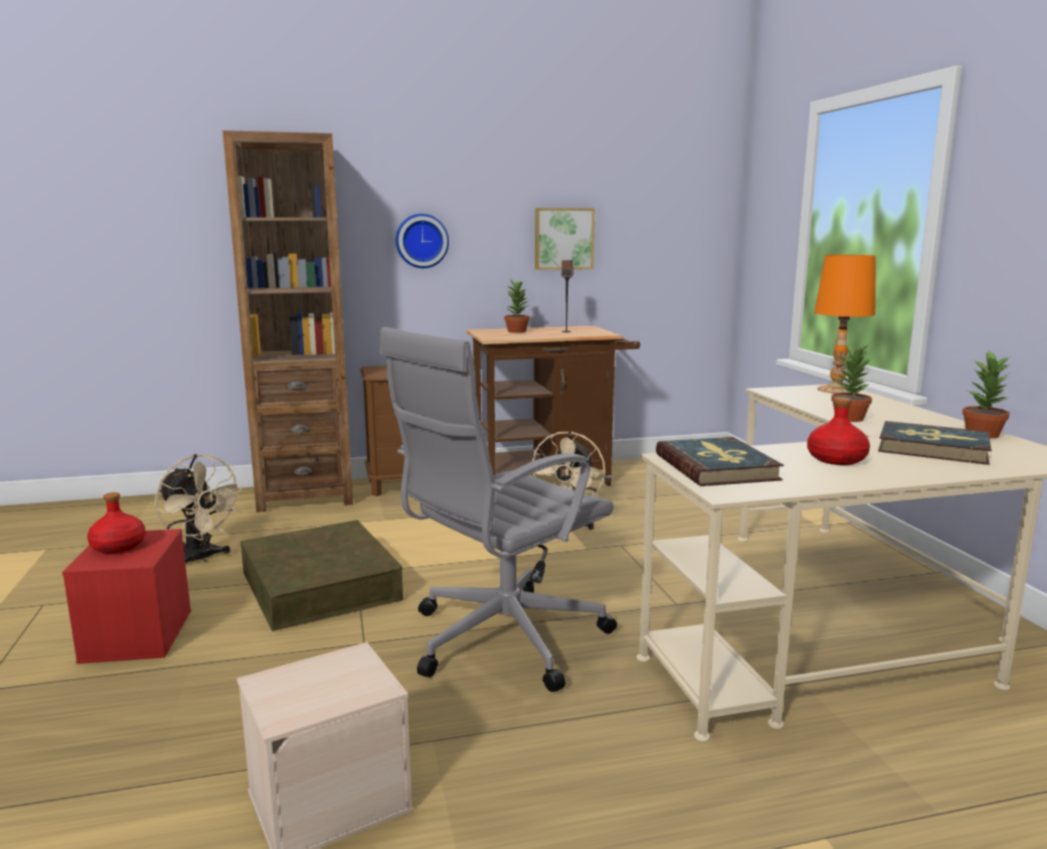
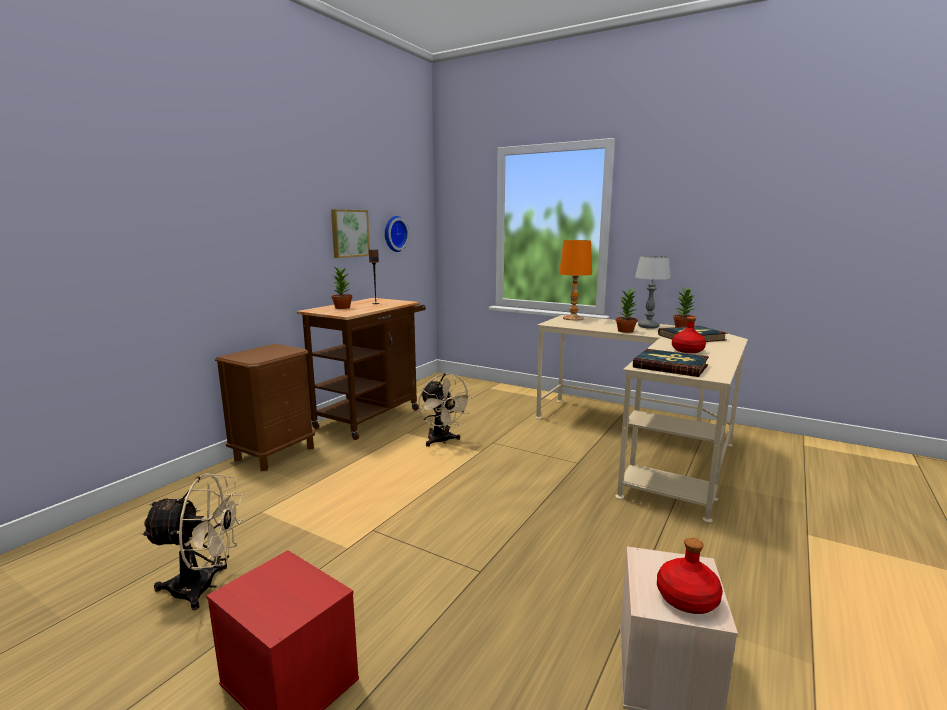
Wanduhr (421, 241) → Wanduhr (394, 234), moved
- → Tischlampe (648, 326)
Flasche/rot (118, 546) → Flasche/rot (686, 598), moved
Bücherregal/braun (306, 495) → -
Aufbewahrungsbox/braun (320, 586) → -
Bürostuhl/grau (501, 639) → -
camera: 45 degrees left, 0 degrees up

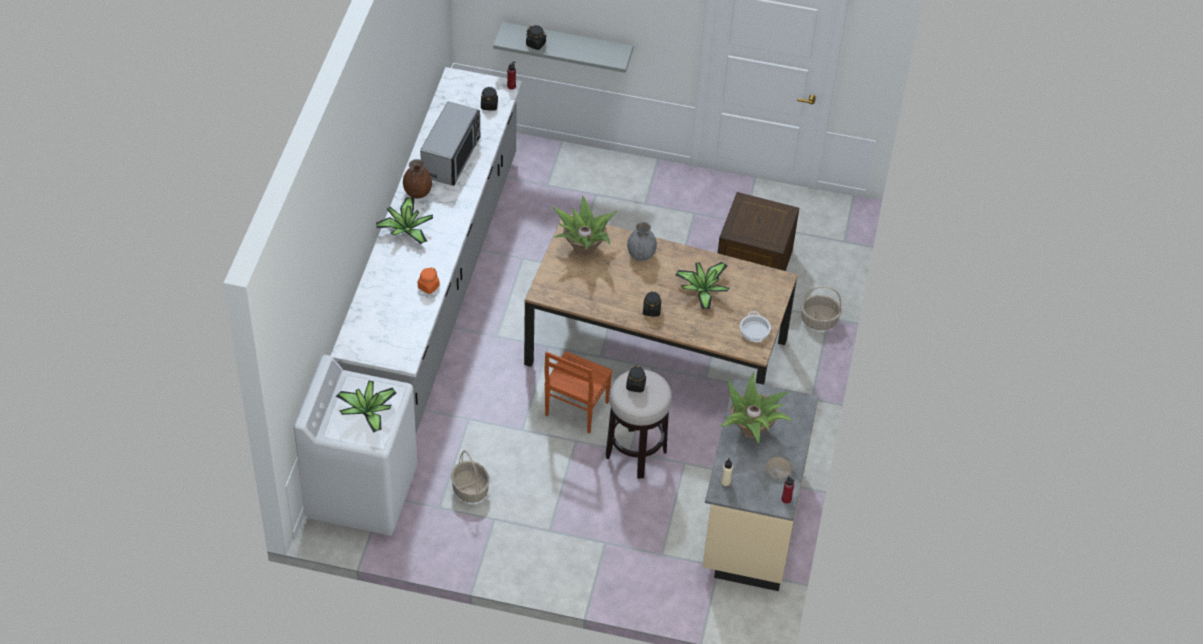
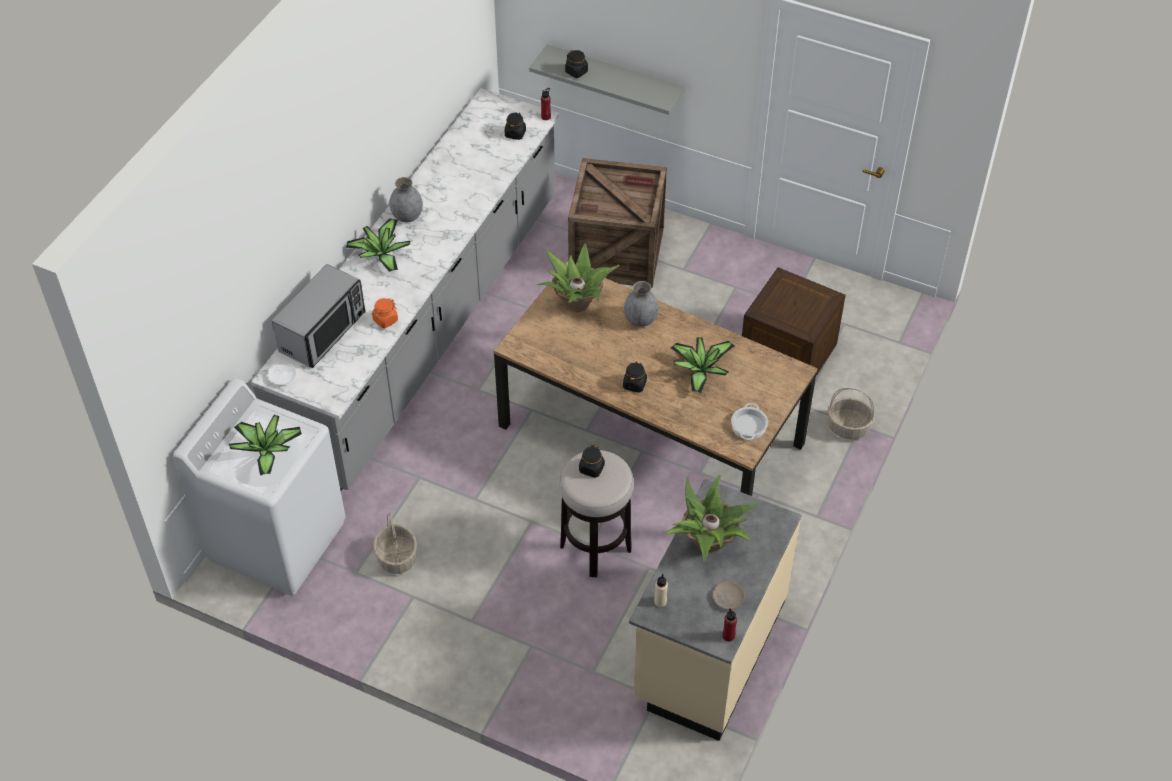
- → Teller/weiß (282, 376)
Mikrowelle (451, 157) → Mikrowelle (323, 332), moved
Vase/braun (417, 192) → Vase/grau (407, 216)
- → Kiste (618, 251)
Stuhl/braun (575, 409) → -
camera: 15 degrees right, 0 degrees up

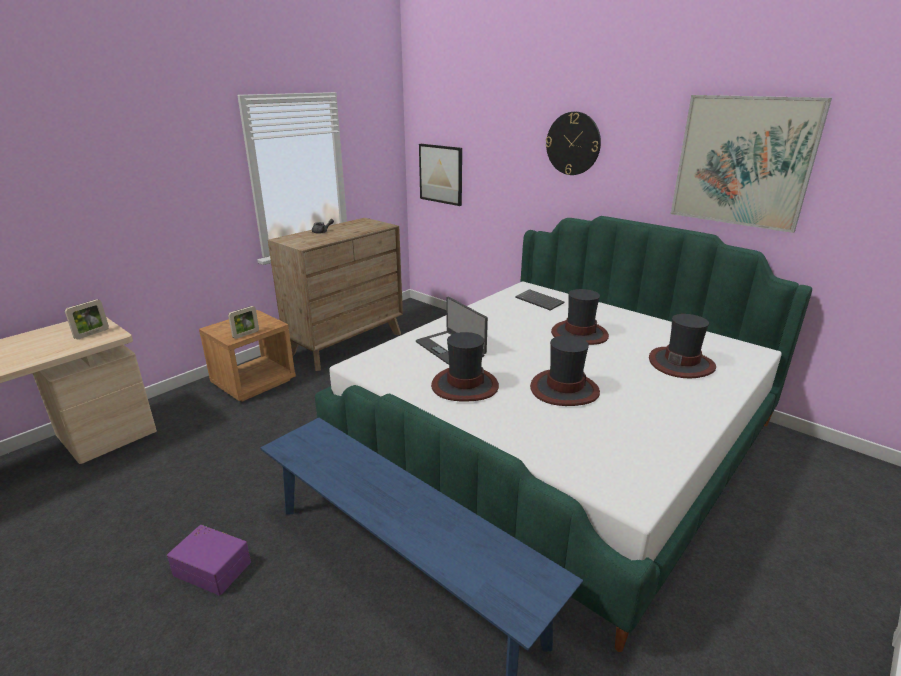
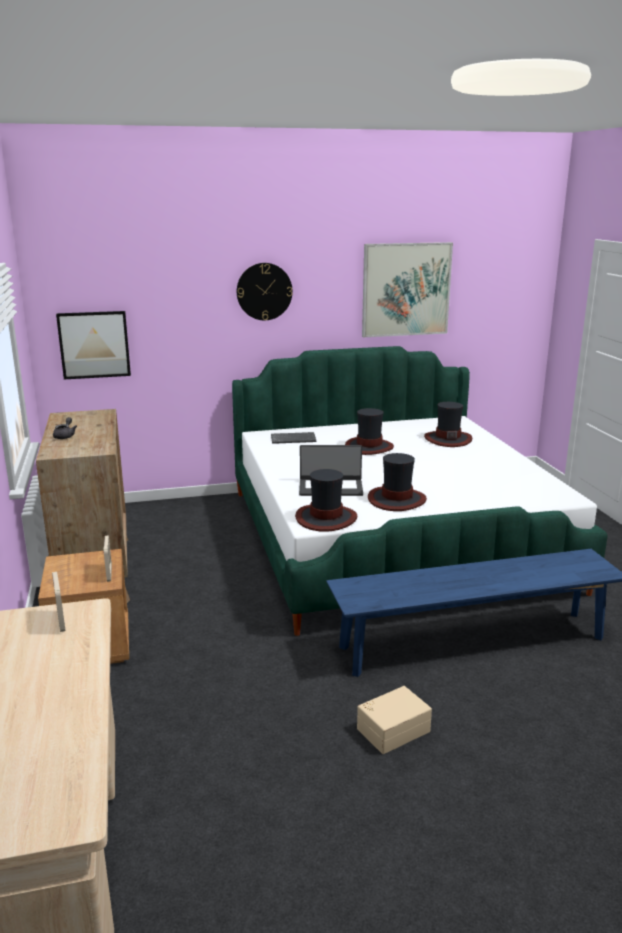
Hut (564, 389) → Hut (326, 518), moved
Aufbewahrungsbox/lila (213, 567) → Aufbewahrungsbox/beige (392, 729)
camera: 55 degrees left, 5 degrees down

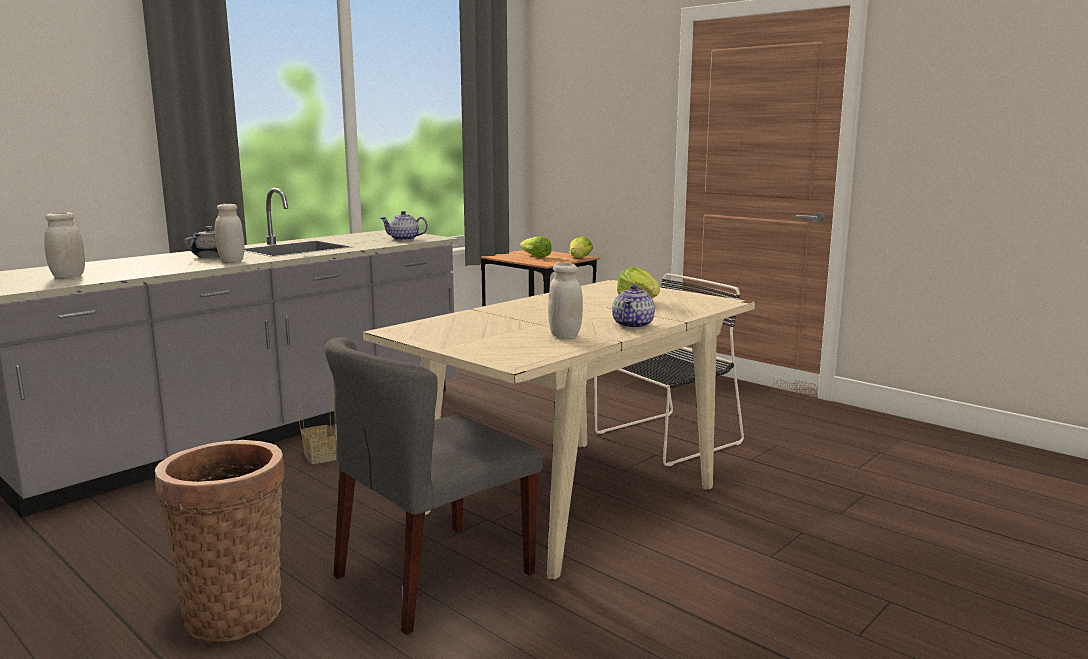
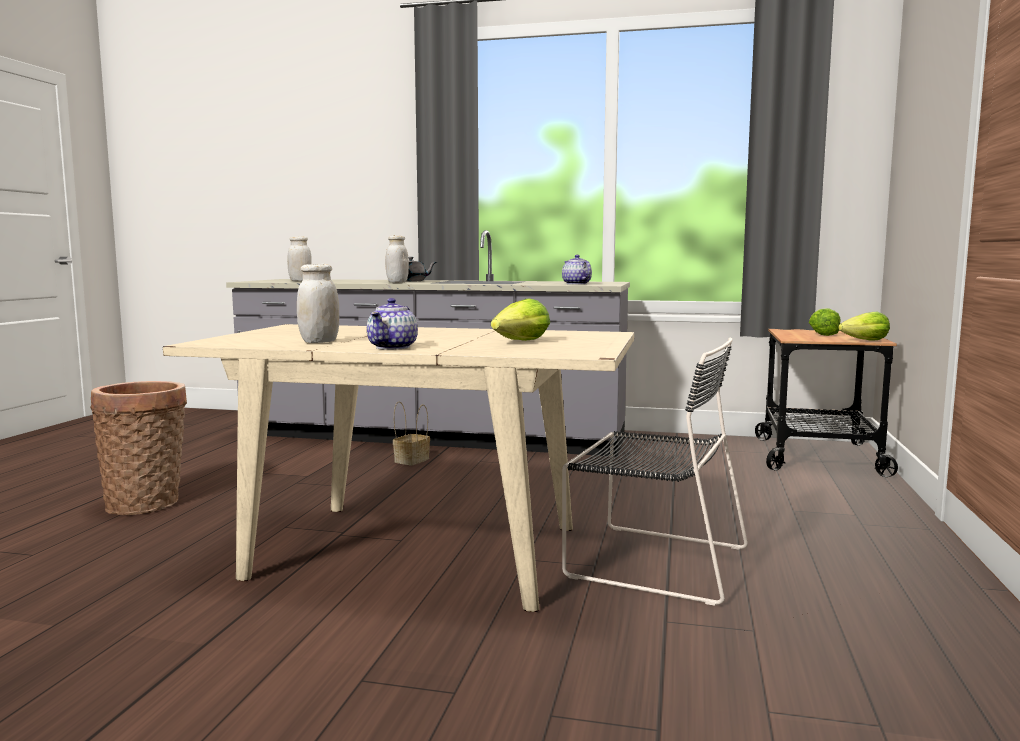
Teekanne (633, 325) → Teekanne (393, 347), 60 degrees counterclockwise
Stuhl/grau (434, 576) → -
camera: 60 degrees right, 5 degrees down

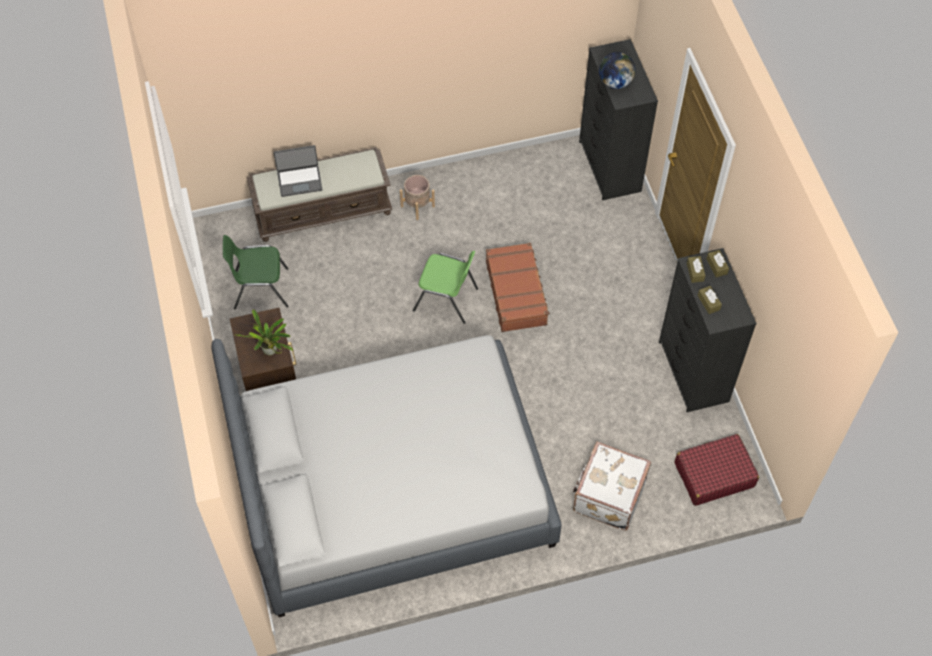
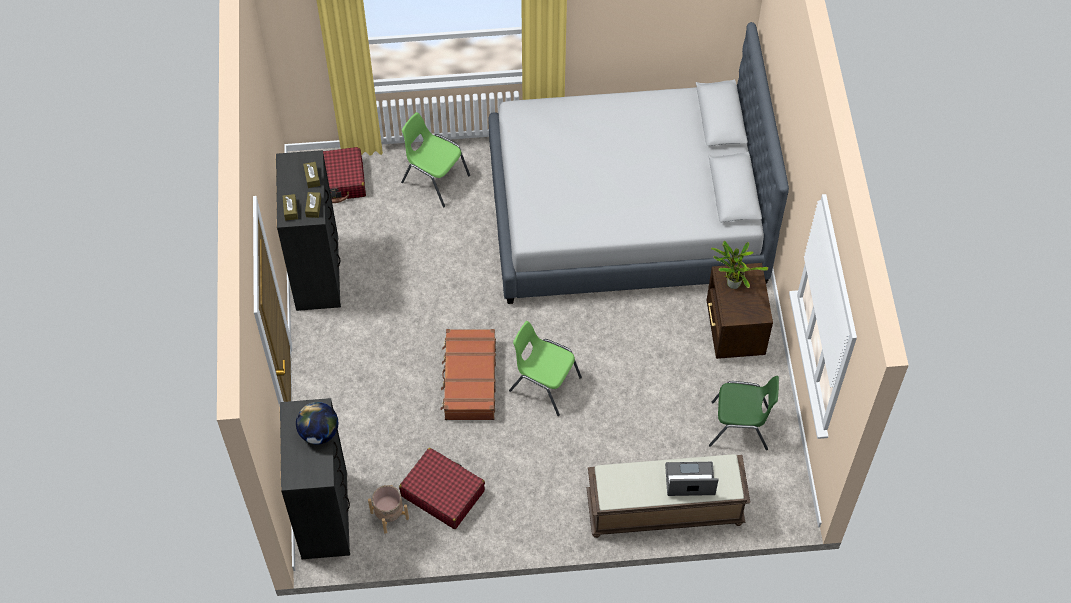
Pflanzkübel/beige (417, 206) → Pflanzkübel/beige (389, 515), moved
- → Koffer/rot (442, 493)
Koffer/weiß (607, 496) → Stuhl/grün (434, 178)
camera: 170 degrees left, 0 degrees up

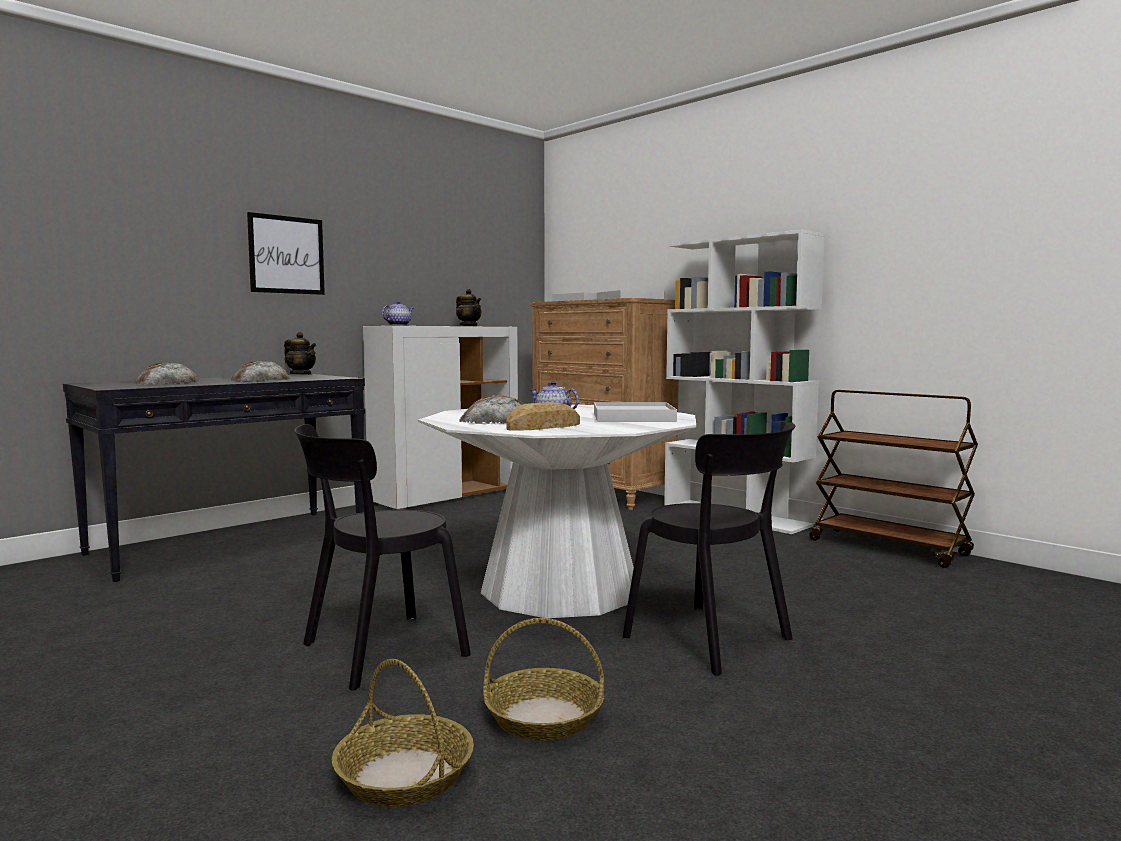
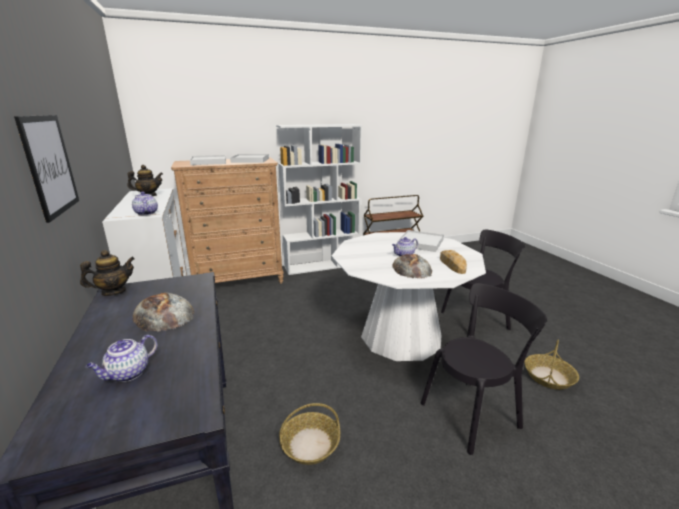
Brot (167, 382) → Teekanne (128, 374)
Korb (403, 775) → Korb (310, 444), moved
Stuhl/schwarz (377, 652) → Stuhl/schwarz (473, 413), 105 degrees counterclockwise
camera: 65 degrees left, 15 degrees up

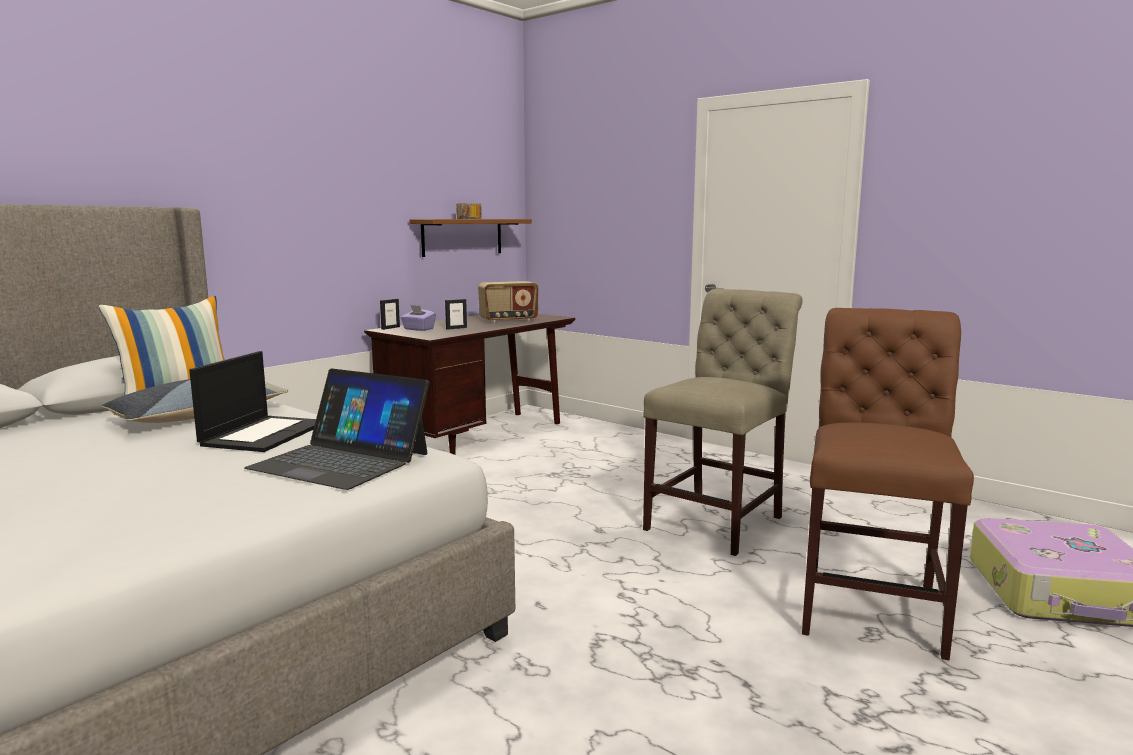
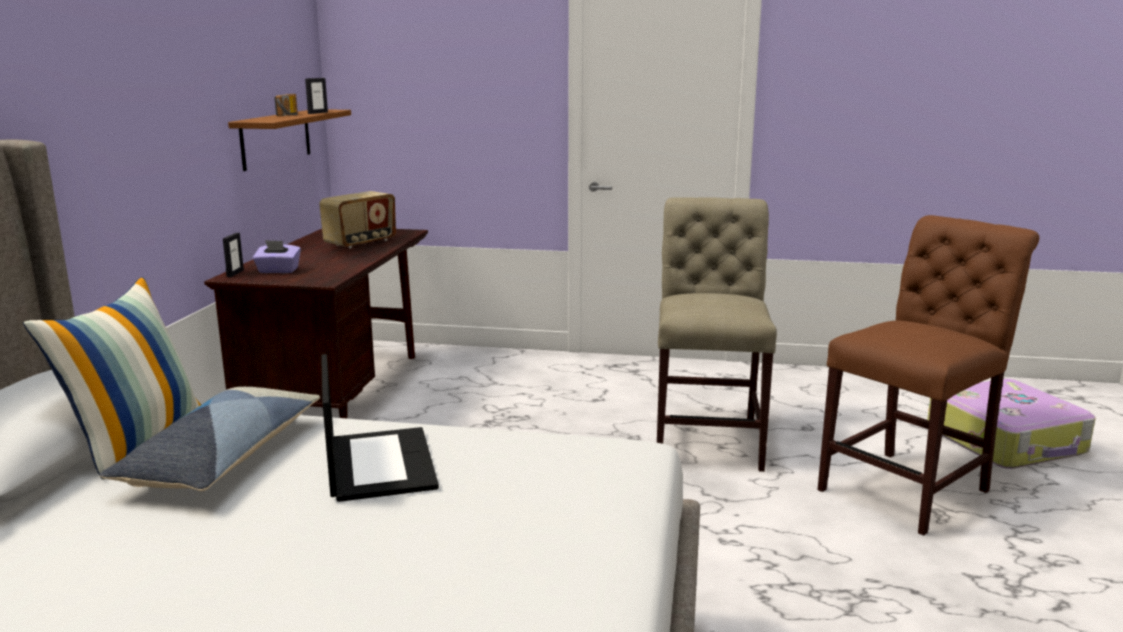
Bilderrahmen (456, 328) → Bilderrahmen (317, 113), moved
Stuhl/braun (872, 604) → Stuhl/braun (910, 488), 60 degrees clockwise
Laptop (341, 461) → -
camera: 30 degrees left, 5 degrees up

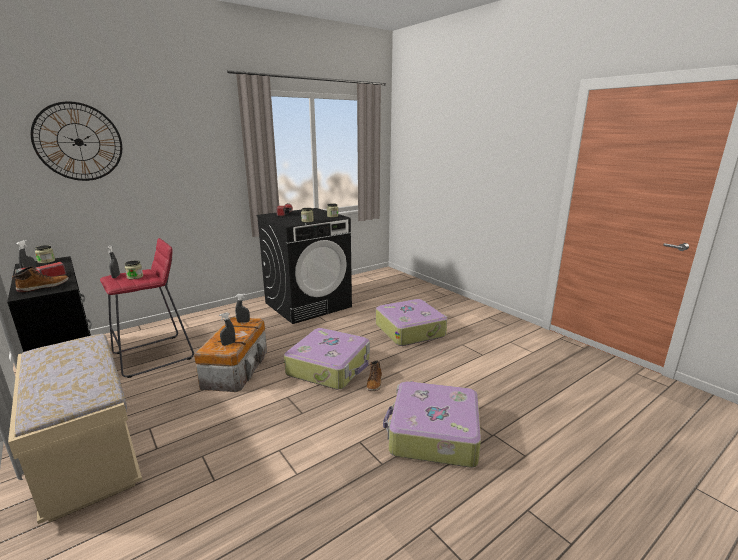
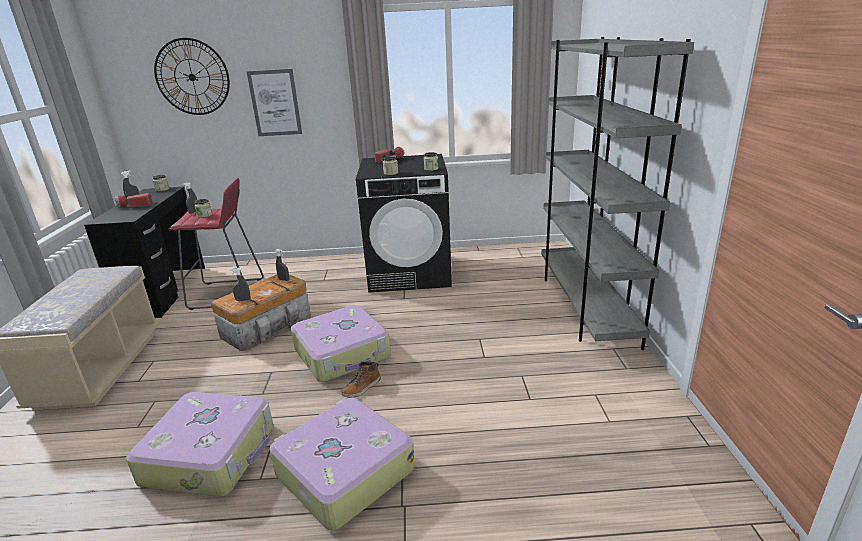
Koffer (410, 330) → Koffer (211, 454), moved
- → Bild (275, 103)
- → Bücherregal/grau (585, 306)
Stiefel (44, 287) → -
camera: 35 degrees right, 5 degrees up

